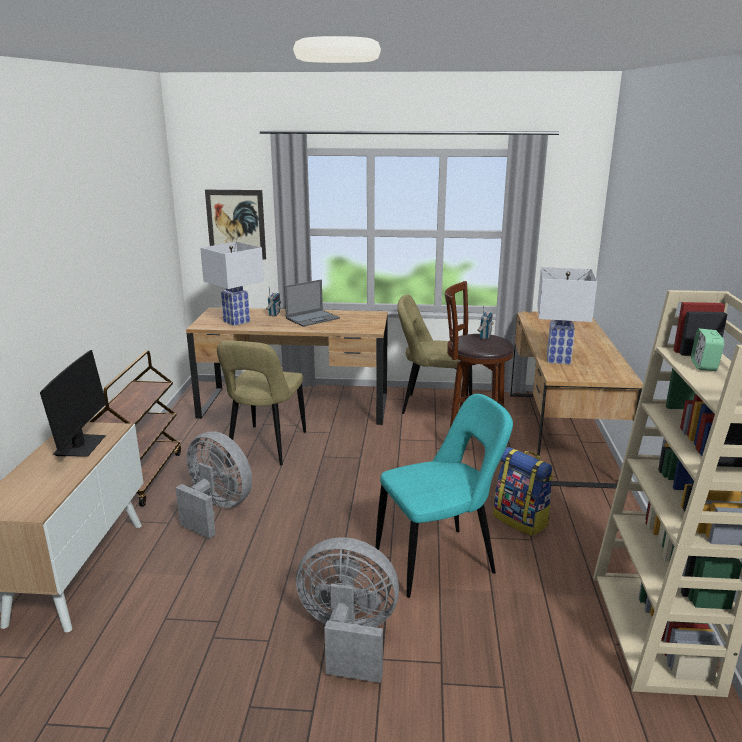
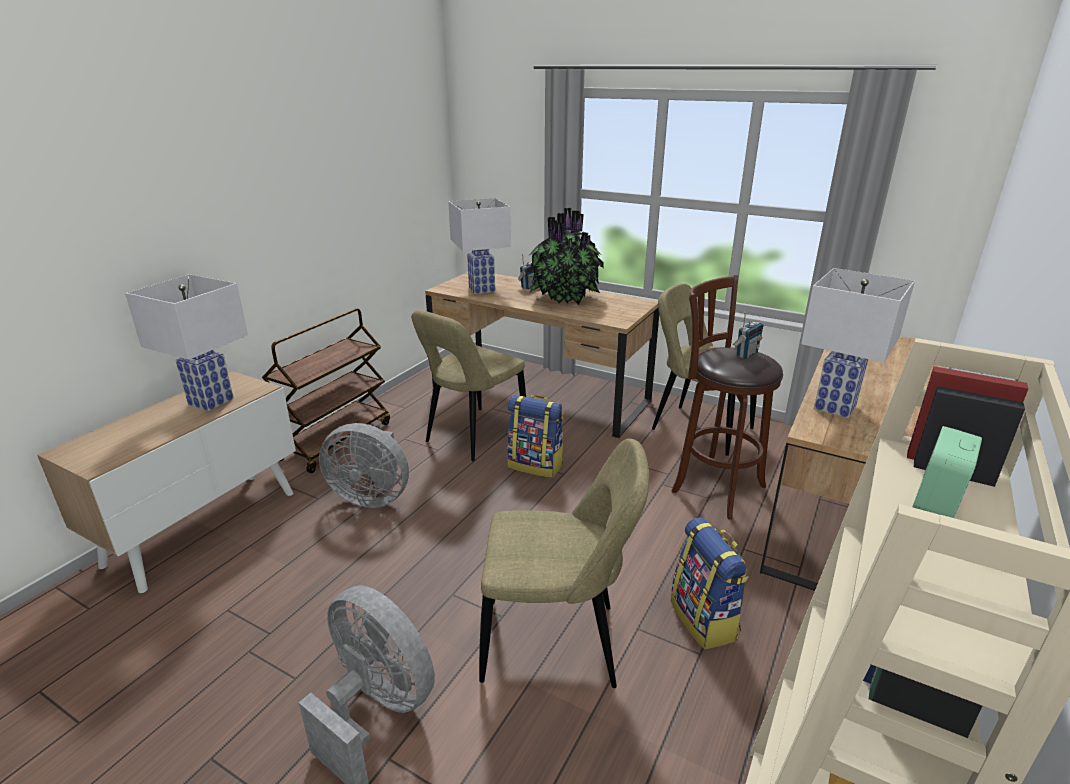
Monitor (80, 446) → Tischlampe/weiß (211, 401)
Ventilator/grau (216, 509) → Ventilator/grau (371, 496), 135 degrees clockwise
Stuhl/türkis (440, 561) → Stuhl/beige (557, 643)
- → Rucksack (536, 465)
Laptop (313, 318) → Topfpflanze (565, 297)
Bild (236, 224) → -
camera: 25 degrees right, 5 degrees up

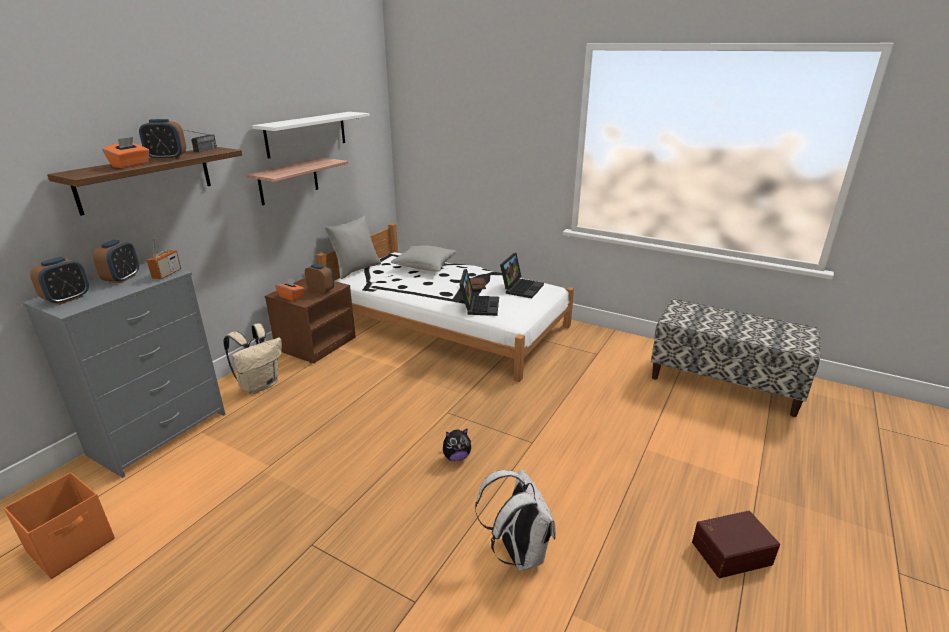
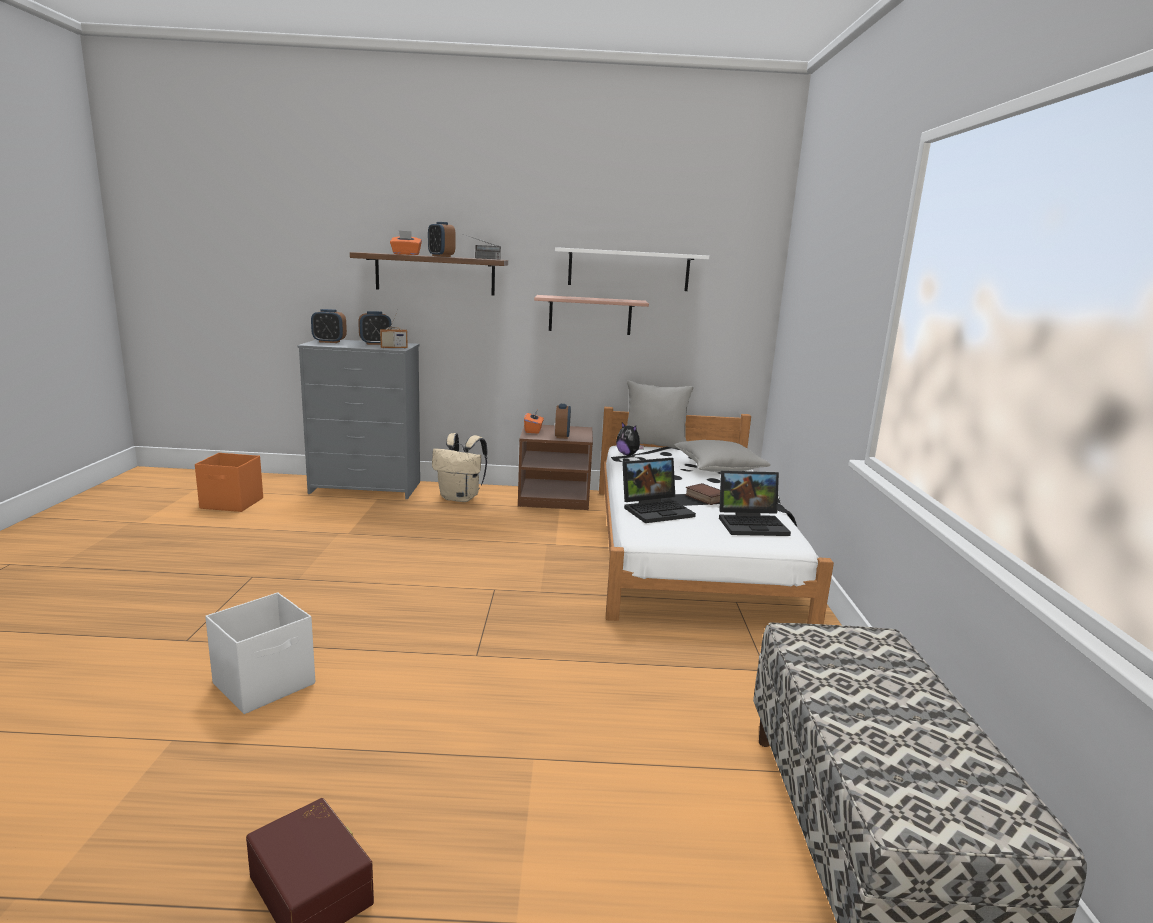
Rucksack/weiß (518, 552) → Aufbewahrungsbox/weiß (266, 684)
Plüschtier (456, 457) → Plüschtier (628, 454), moved
camera: 60 degrees right, 10 degrees down

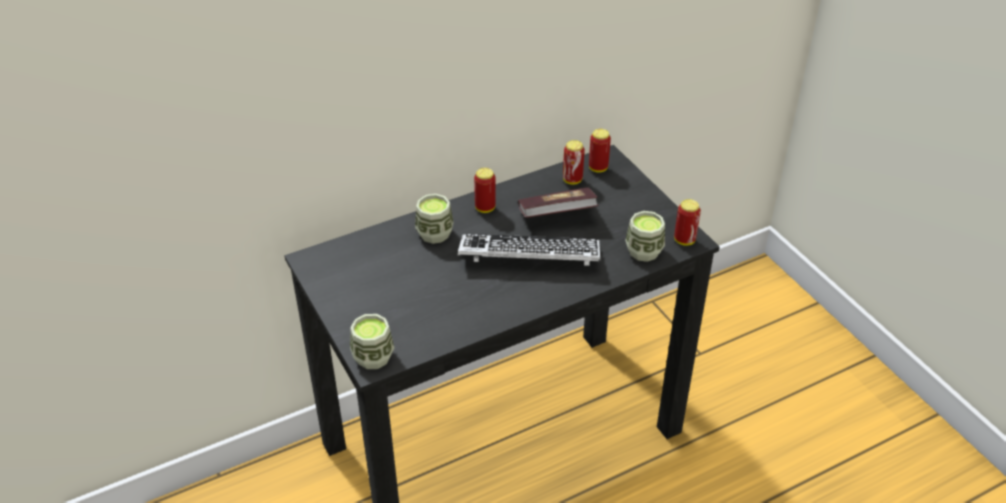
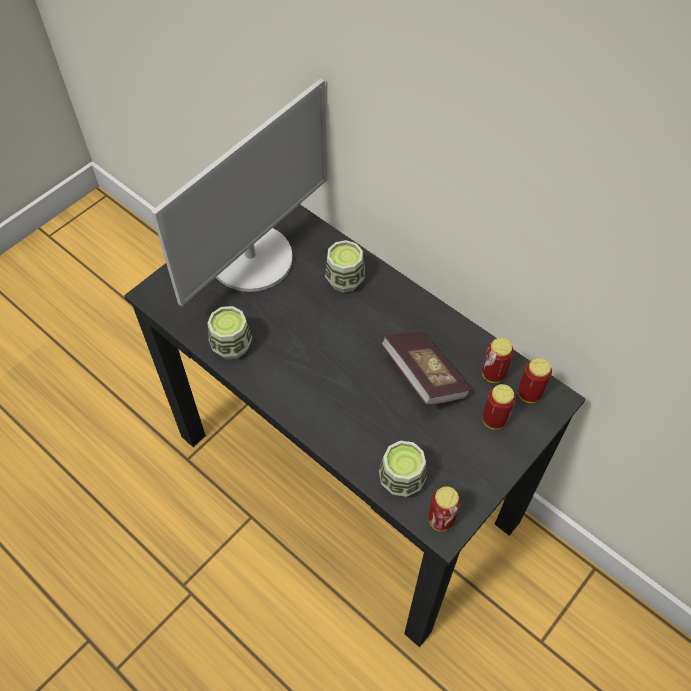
- → Monitor (252, 258)
Tasse (373, 357) → Tasse (232, 345), moved
Dose (485, 208) → Dose (494, 420), moved
Tastatur (529, 257) → -
camera: 70 degrees right, 15 degrees up

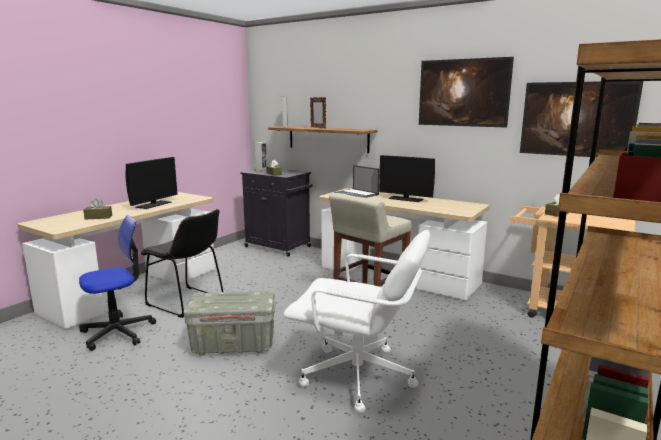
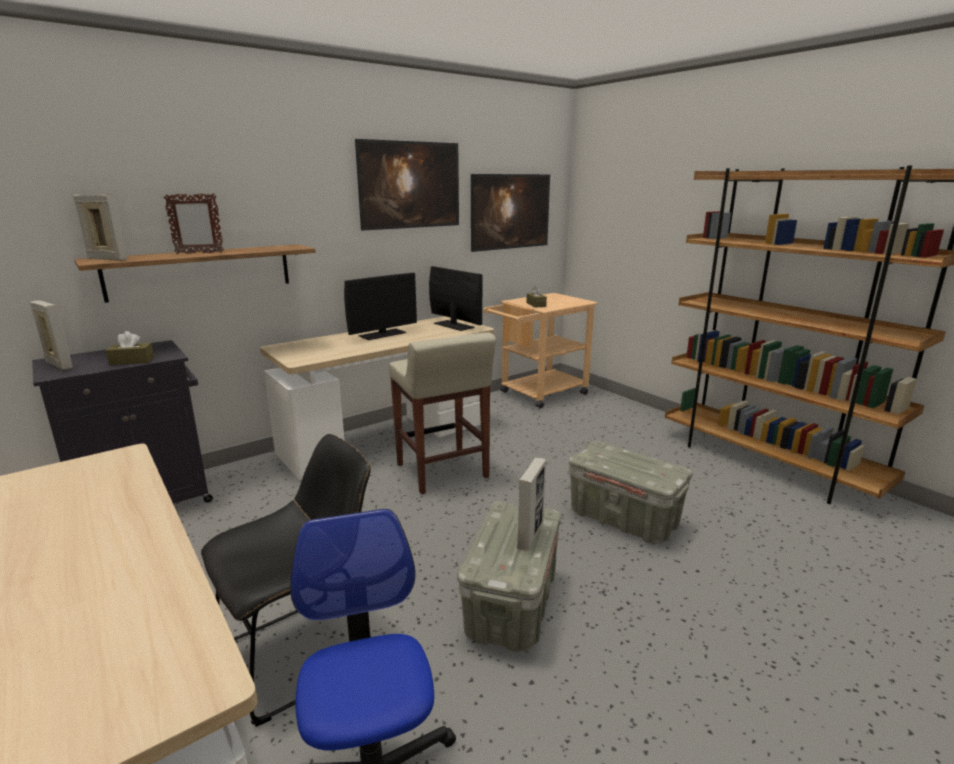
Monitor (153, 204) → Monitor (453, 325), moved
- → Bilderrahmen (530, 536)
Bürostuhl/weiß (359, 377) → Aufbewahrungsbox/grau (624, 519)
Taschentuchbox/braun (98, 217) → -
Laptop (357, 194) → -
camera: 70 degrees left, 5 degrees up

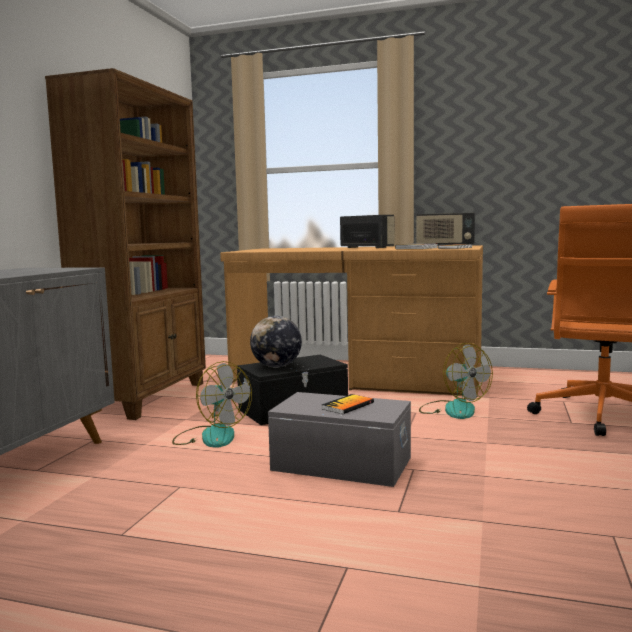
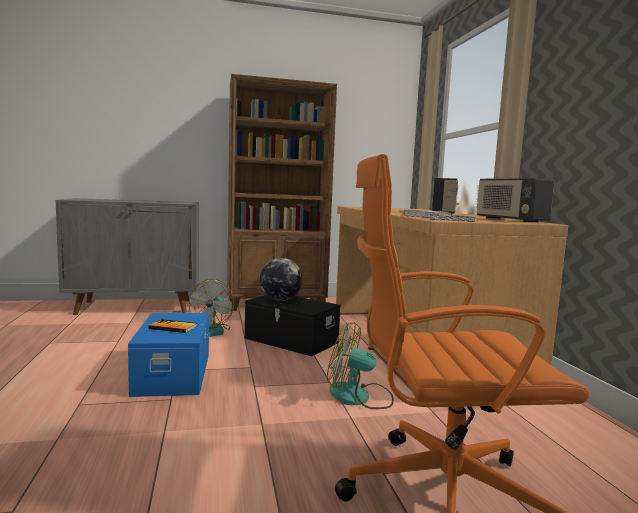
Aufbewahrungsbox/grau (341, 463) → Aufbewahrungsbox/blau (175, 373)
Ventilator (453, 409) → Ventilator (359, 397), 75 degrees clockwise
camera: 60 degrees right, 0 degrees up

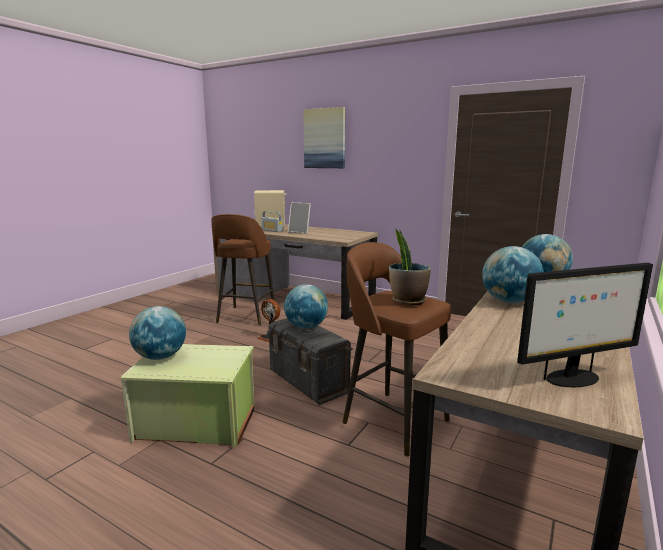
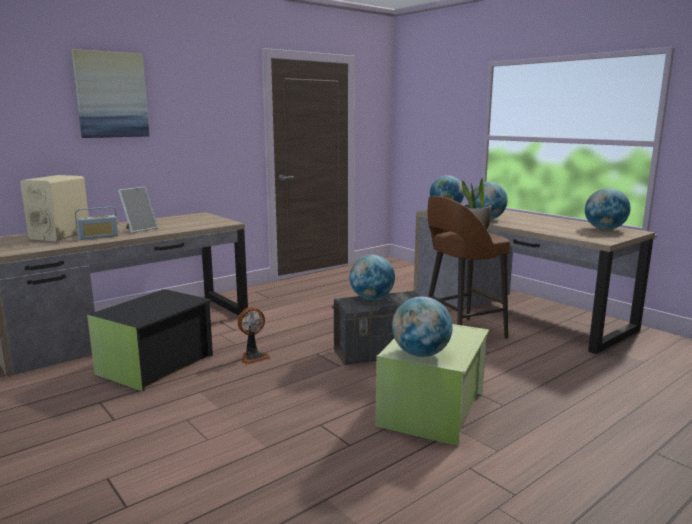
Hocker/braun (245, 316) → Aufbewahrungsbox/schwarz (157, 364)
Monitor (572, 379) → Globus (604, 229)
camera: 70 degrees left, 0 degrees up

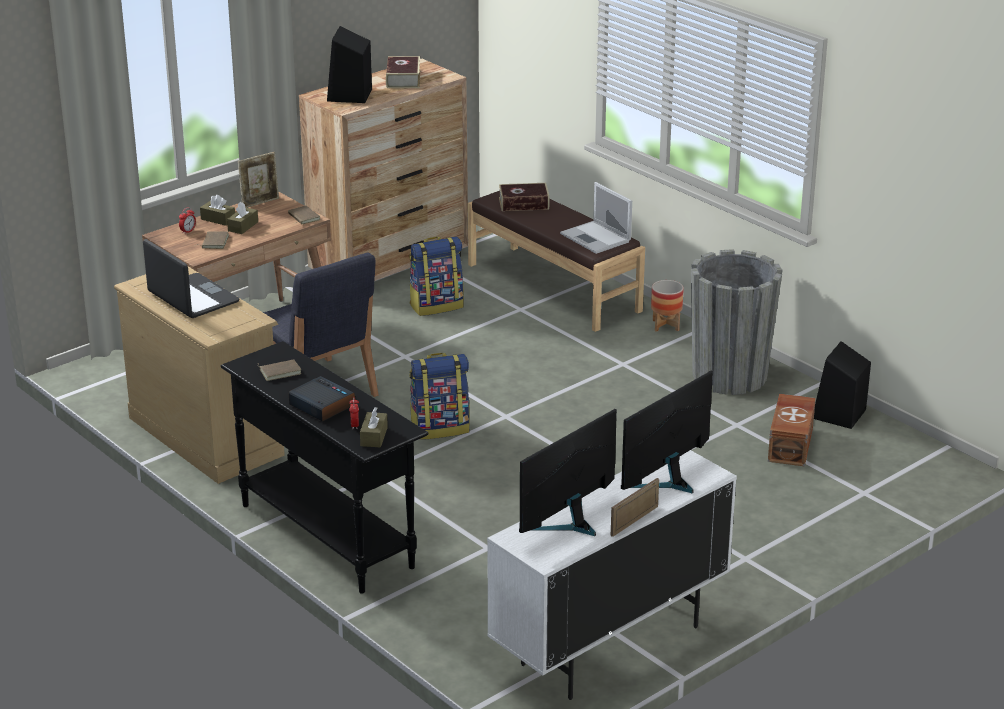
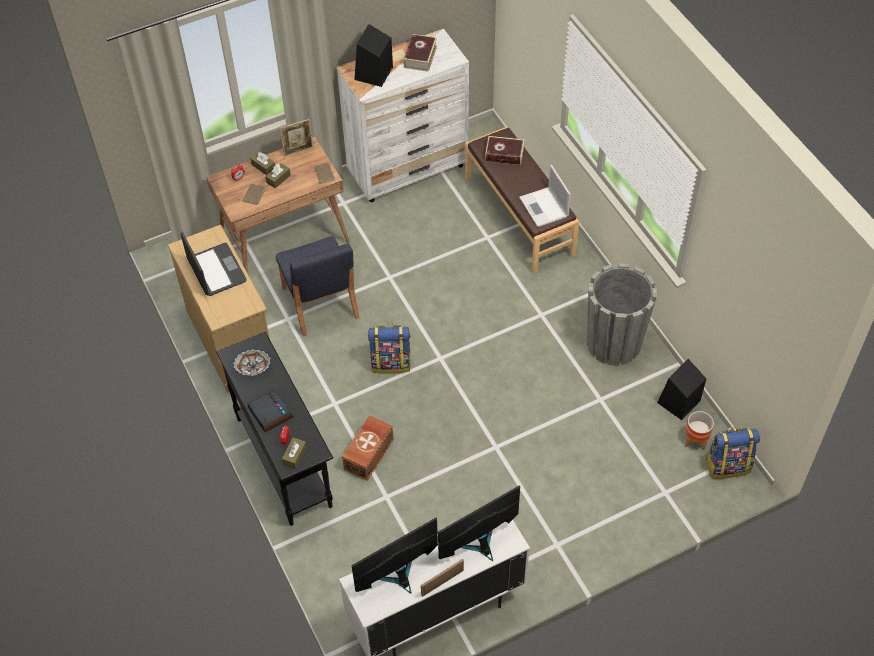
Buch/braun (280, 371) → Schüssel (253, 368)
Kommode/braun (390, 266) → Kommode/weiß (408, 169)
Aufbewahrungsbox/braun (791, 444) → Aufbewahrungsbox/braun (370, 454), moved
Pflanzkübel (665, 325) → Pflanzkübel (695, 440), moved
Rucksack (436, 306) → Rucksack (727, 465), moved
camera: 15 degrees right, 25 degrees up

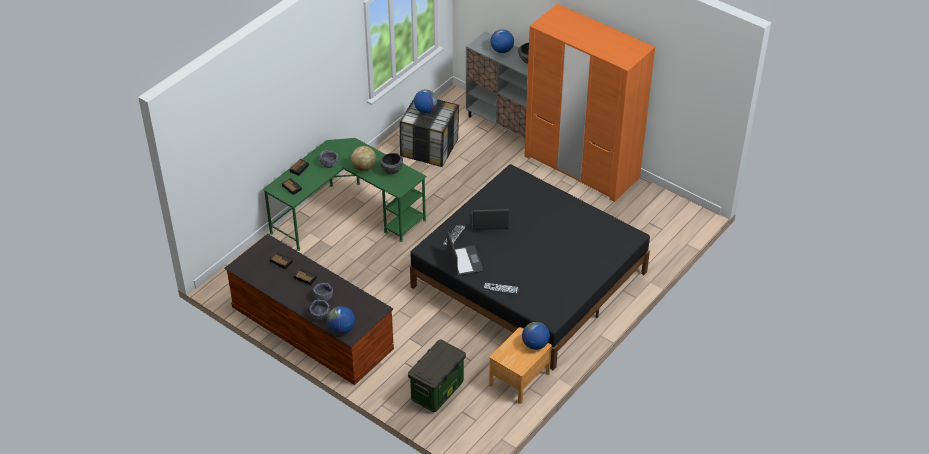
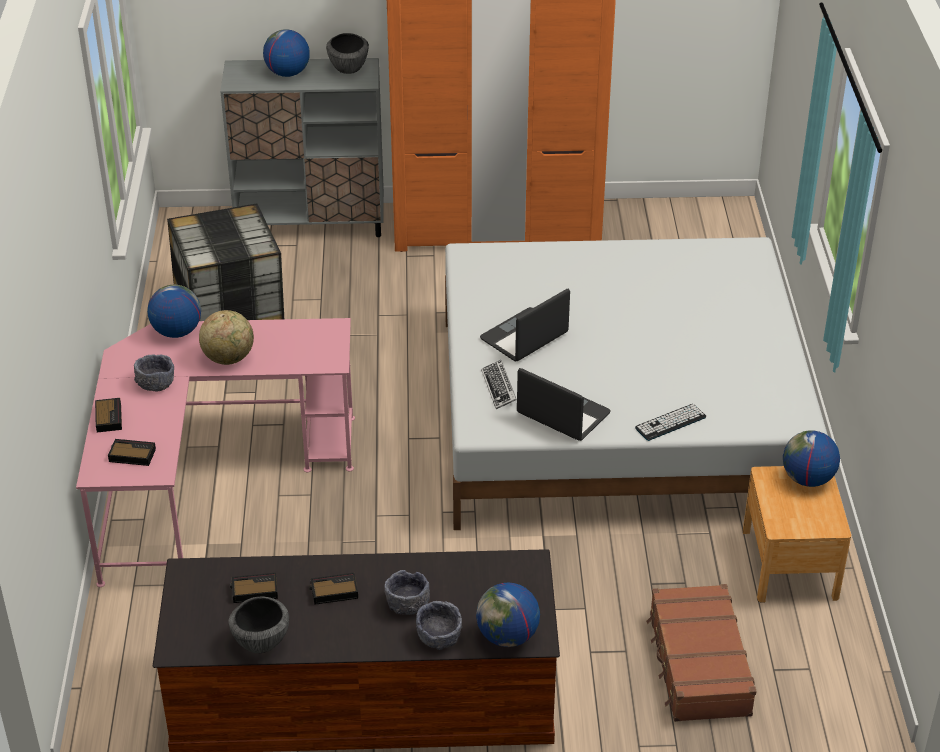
Schreibtisch/grün (347, 214) → Schreibtisch/rosa (207, 479)
Globus (425, 110) → Globus (176, 332), moved
Schüssel (391, 170) → Schüssel (261, 642), moved
Bett/schwarz (529, 280) → Bett/weiß (619, 414)
Aufbewahrungsbox (437, 392) → Koffer/braun (698, 664)
camera: 40 degrees left, 5 degrees down

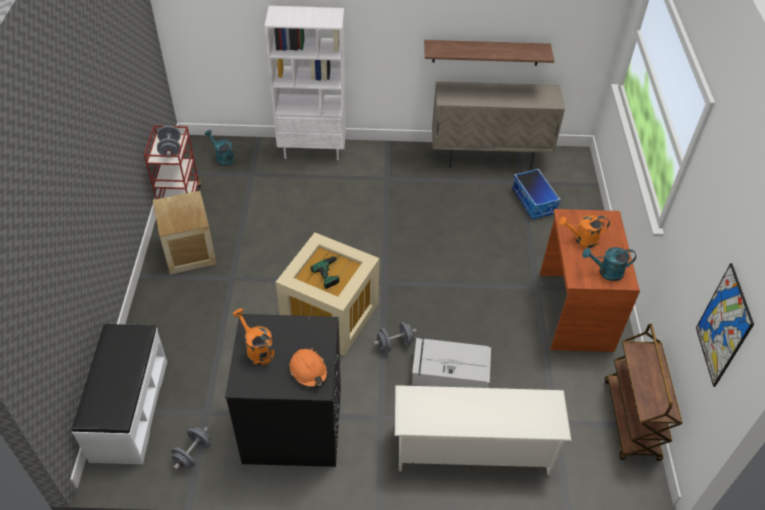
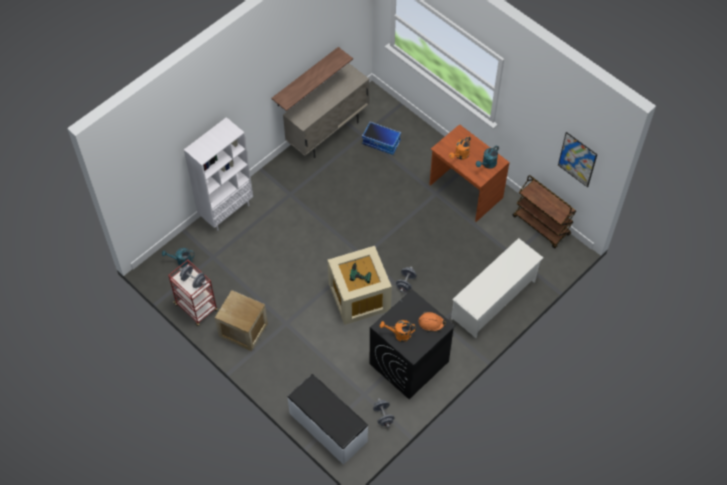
Aufbewahrungsbox/grau (449, 372) → -
camera: 45 degrees left, 10 degrees up

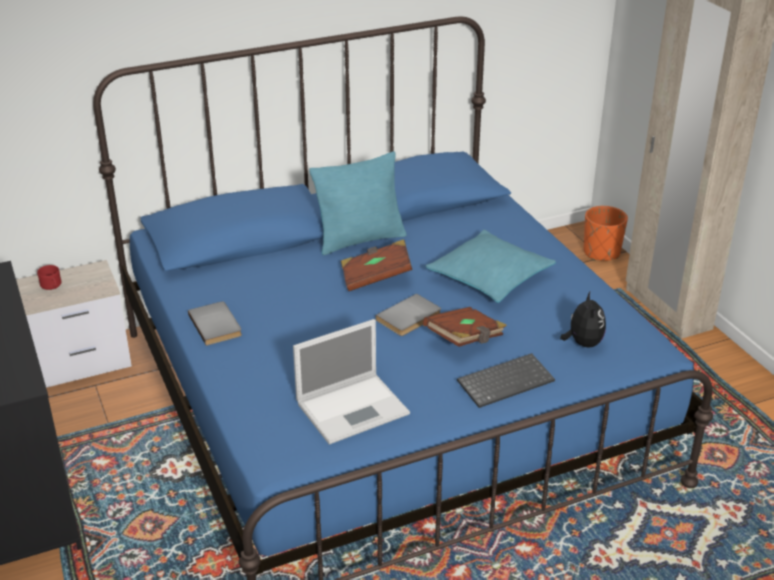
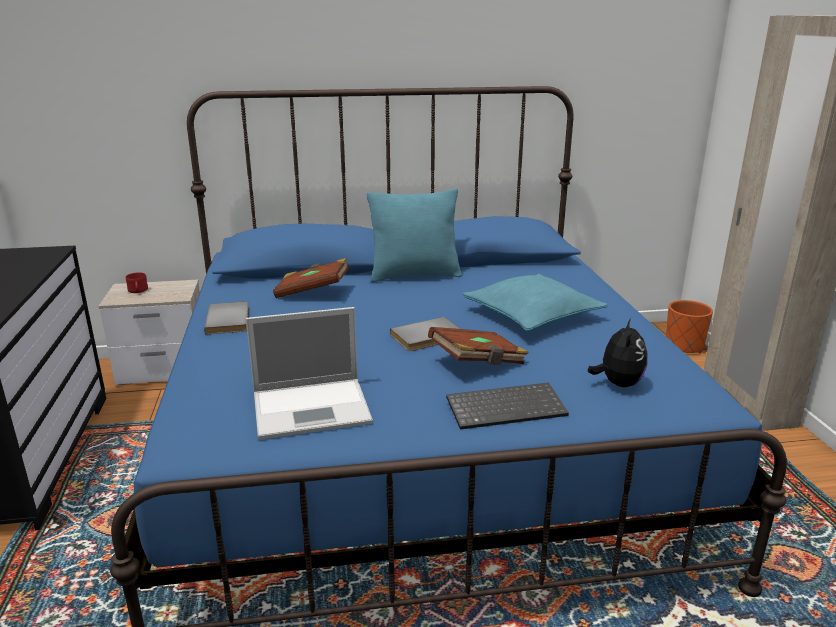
Buch/braun (376, 277) → Buch/braun (312, 292), moved
camera: 15 degrees right, 10 degrees down

